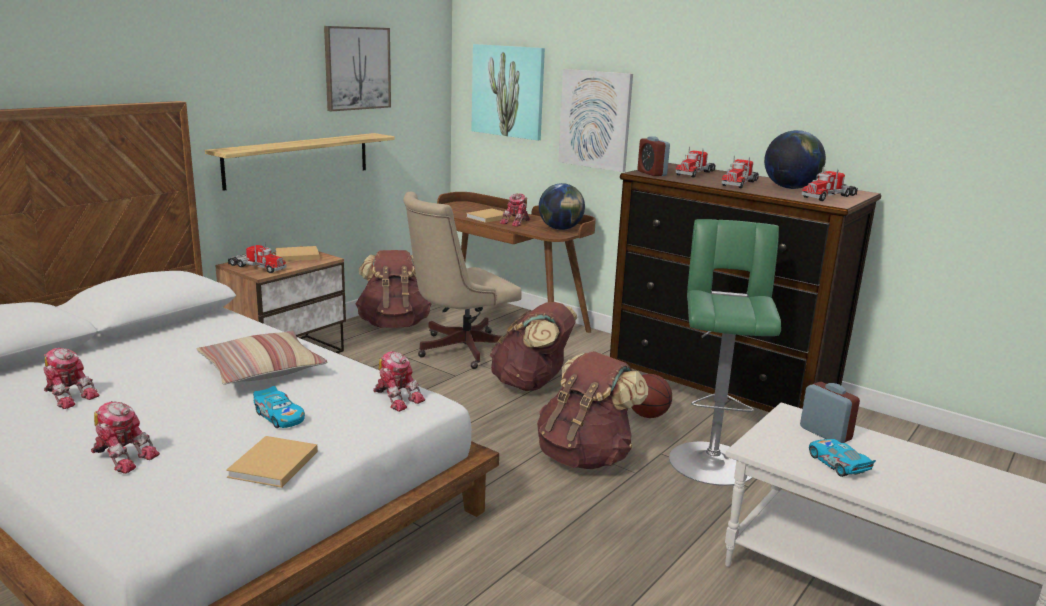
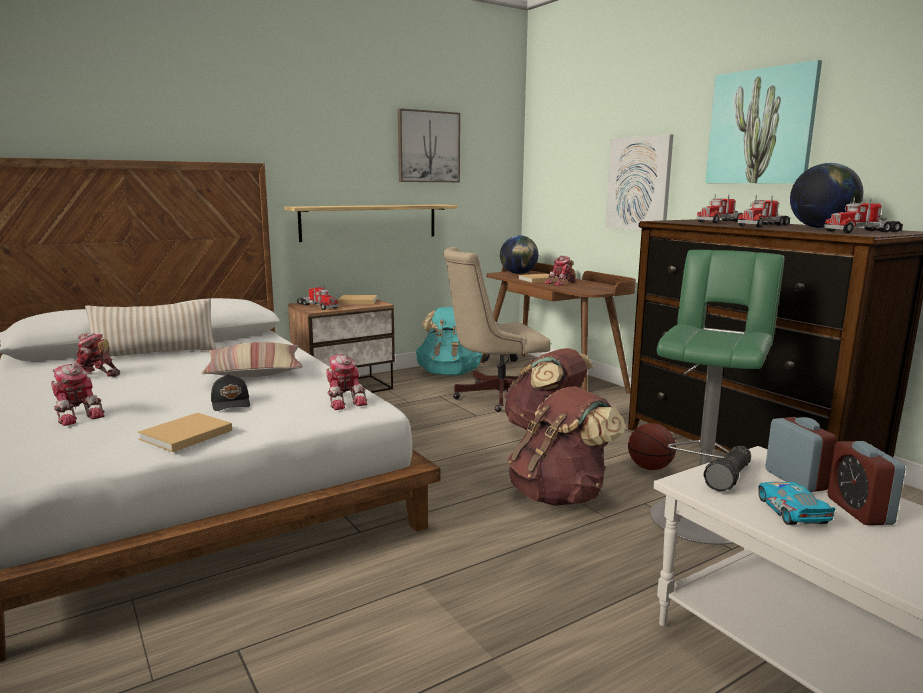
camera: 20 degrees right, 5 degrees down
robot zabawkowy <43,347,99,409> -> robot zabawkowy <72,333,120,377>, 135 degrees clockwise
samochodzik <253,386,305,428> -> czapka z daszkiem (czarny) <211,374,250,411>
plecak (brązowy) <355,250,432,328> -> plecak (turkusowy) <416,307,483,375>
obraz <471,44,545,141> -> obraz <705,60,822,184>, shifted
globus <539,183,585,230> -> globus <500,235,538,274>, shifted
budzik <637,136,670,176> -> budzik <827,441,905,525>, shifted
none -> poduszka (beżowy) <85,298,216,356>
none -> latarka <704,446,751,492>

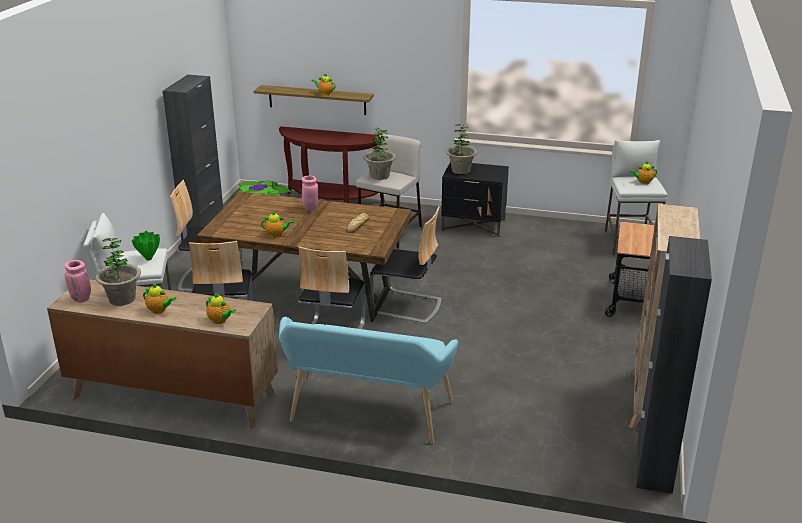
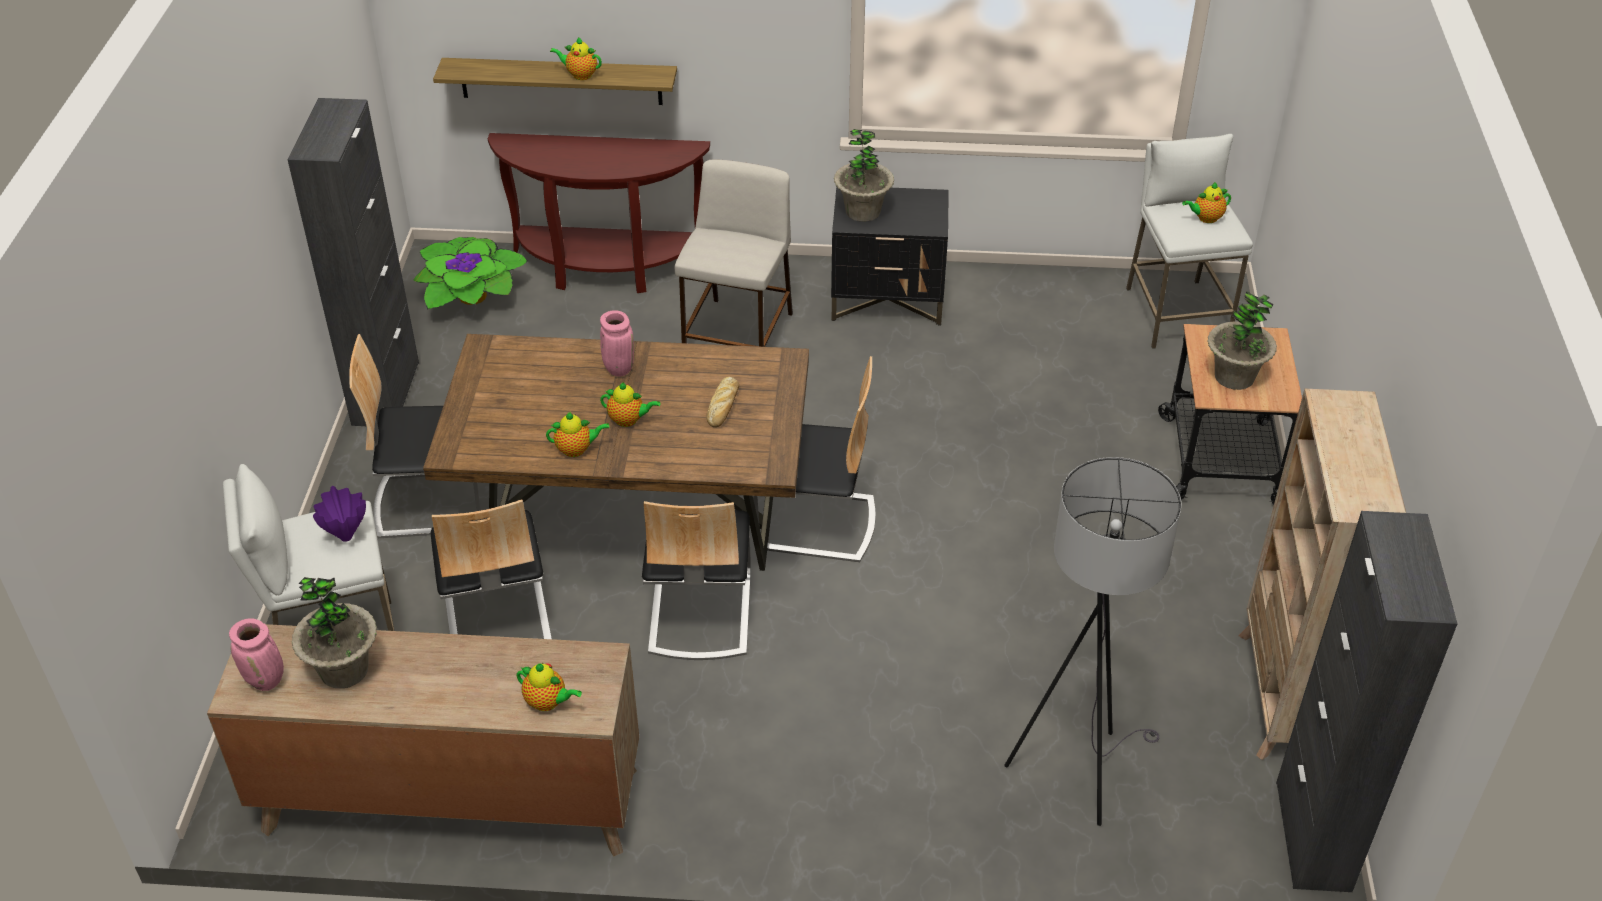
camera: 10 degrees left, 15 degrees up
wazon (zielony) <132,231,160,261> -> wazon (fioletowy) <313,486,366,542>
imbryk <143,283,177,314> -> imbryk <600,382,661,427>, shifted
ławka (turkusowy) <279,317,458,444> -> none
roślina doniczkowa <363,127,396,180> -> roślina doniczkowa <1207,291,1277,390>, shifted
none -> lampa stojąca (szary) <1004,457,1181,826>

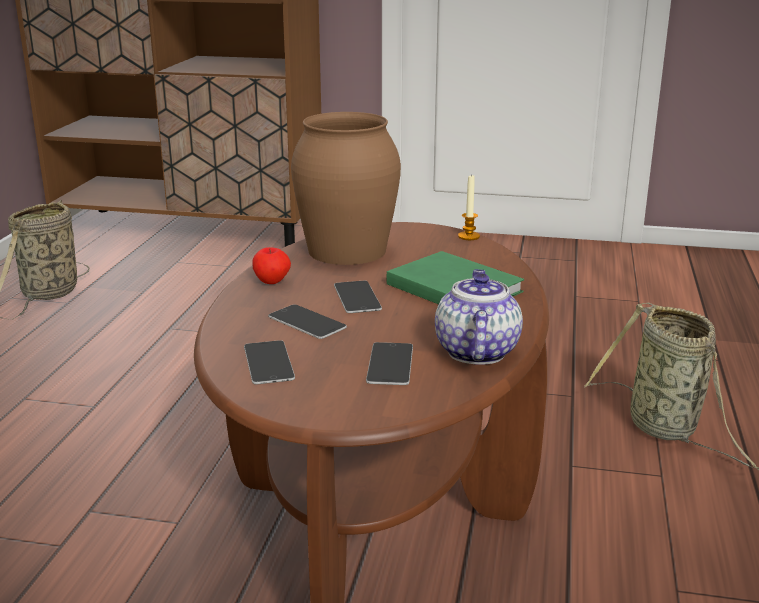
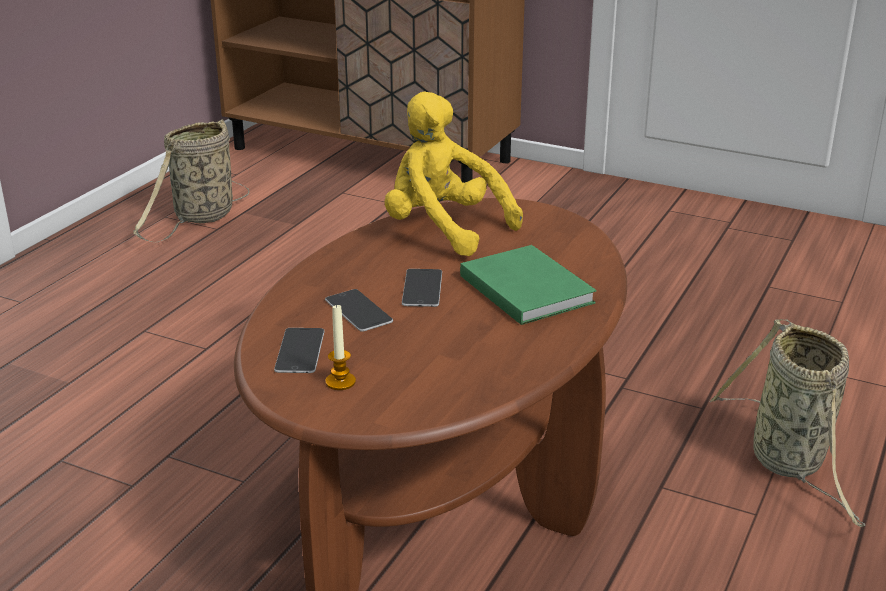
camera: 15 degrees right, 5 degrees up
jabłko <253,247,291,284> -> none
wazon (brązowy) <291,112,401,265> -> pluszak (żółty) <385,92,523,256>
telefon <366,342,413,385> -> none
imbryk <435,269,523,365> -> none
świeca <458,174,480,240> -> świeca <325,303,356,390>, shifted

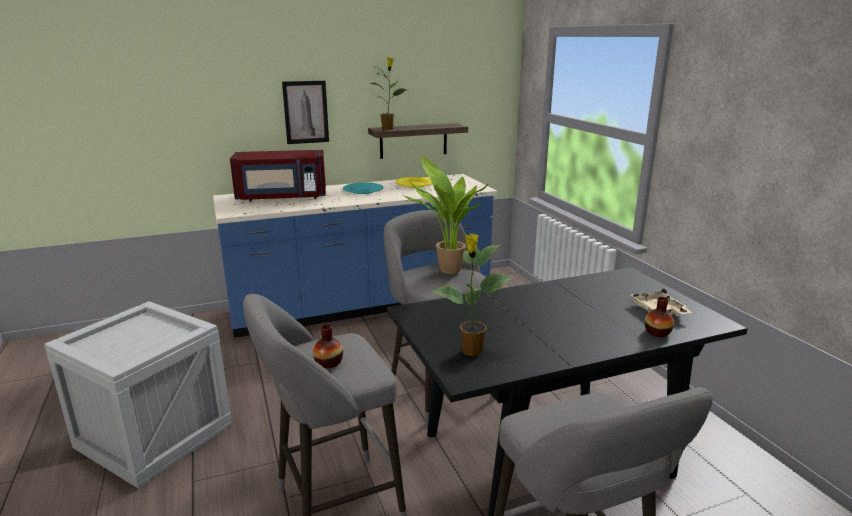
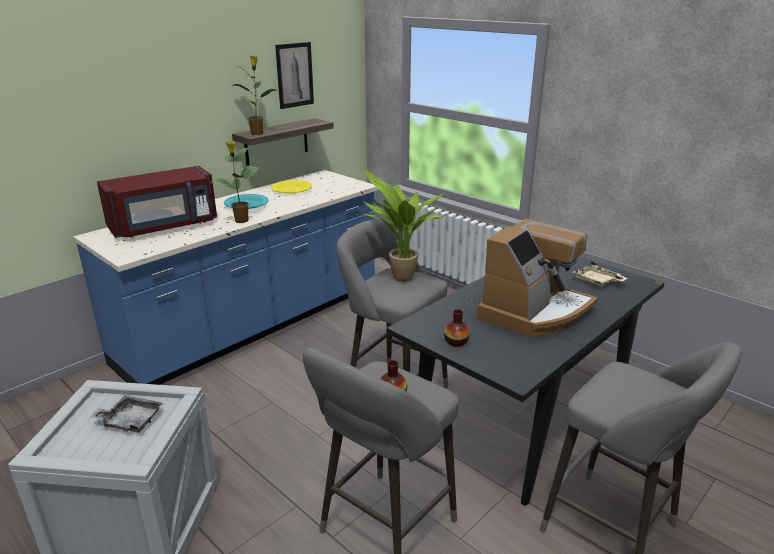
camera: 25 degrees left, 5 degrees up
obraz <282,81,329,144> -> obraz <275,42,314,109>, shifted
roślina doniczkowa <432,234,512,356> -> roślina doniczkowa <211,141,259,223>, shifted
wazon <645,297,674,337> -> wazon <444,309,470,347>, shifted
none -> taca (szary) <90,395,163,433>
none -> ekspres do kawy <477,219,598,337>

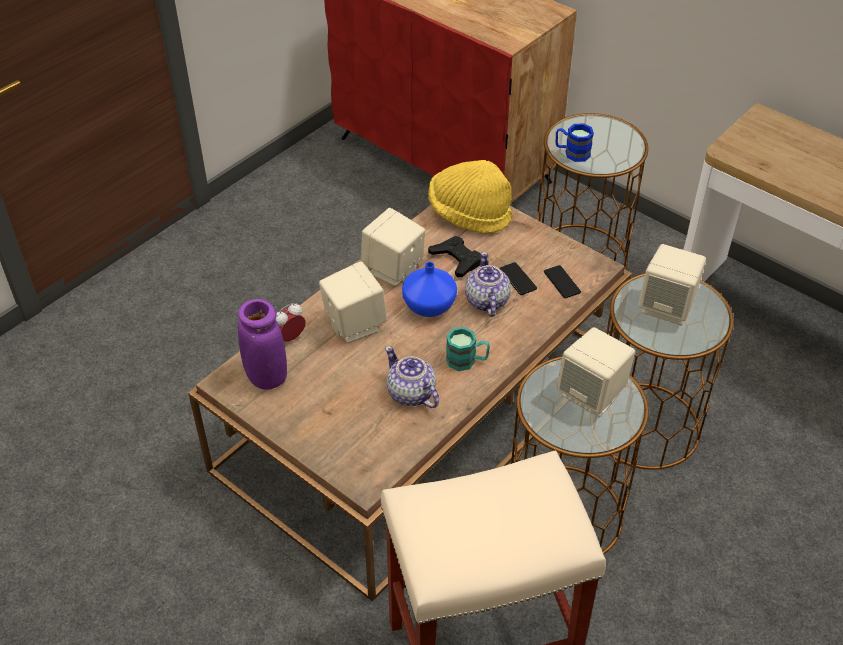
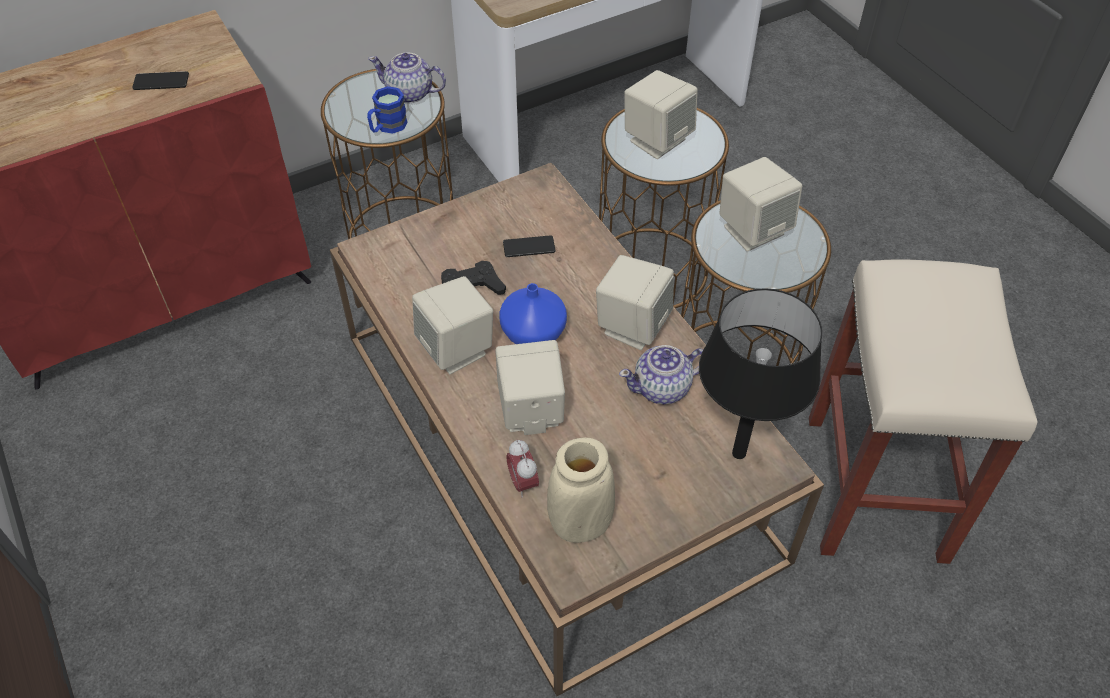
camera: 70 degrees left, 5 degrees up
wazon (fioletowy) <238,299,287,390> -> wazon (beżowy) <547,437,615,543>
kapelusz (żółty) <428,160,513,233> -> none
kubek (turkusowy) <446,327,490,371> -> głośnik (beżowy) <596,255,674,350>
imbryk <465,252,511,317> -> imbryk <368,52,446,103>, shifted
telefon <544,265,581,298> -> telefon <132,71,189,90>, shifted
none -> lampa stołowa (czarny) <699,288,822,459>

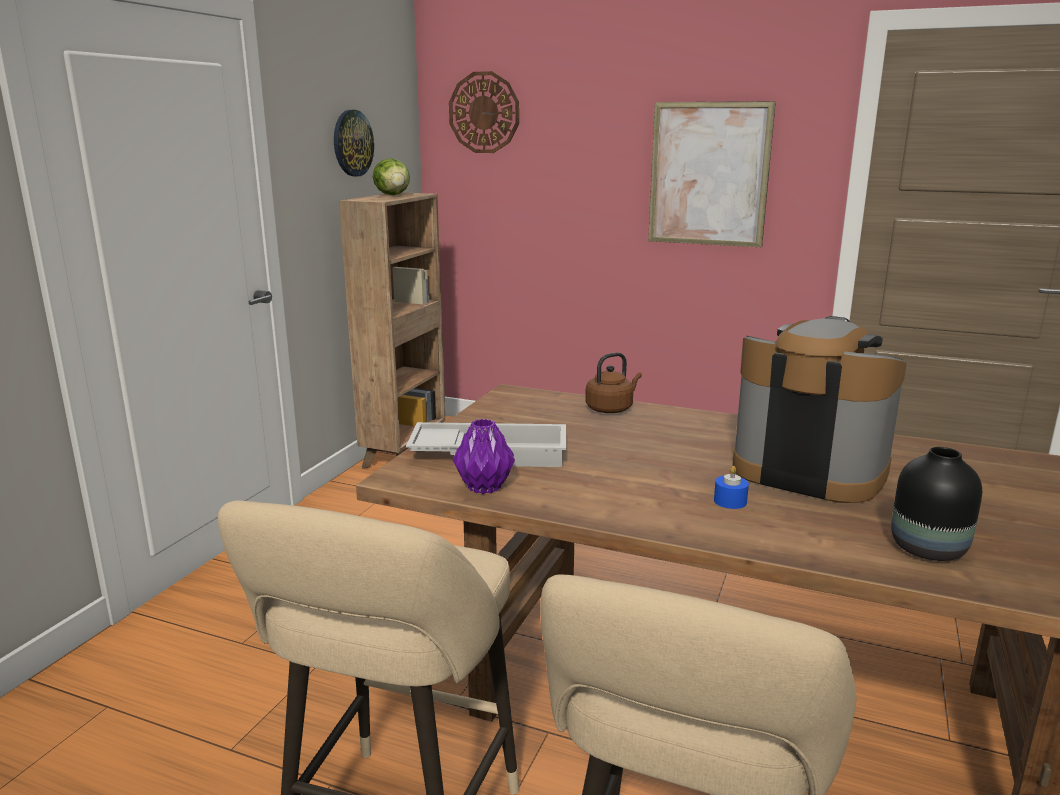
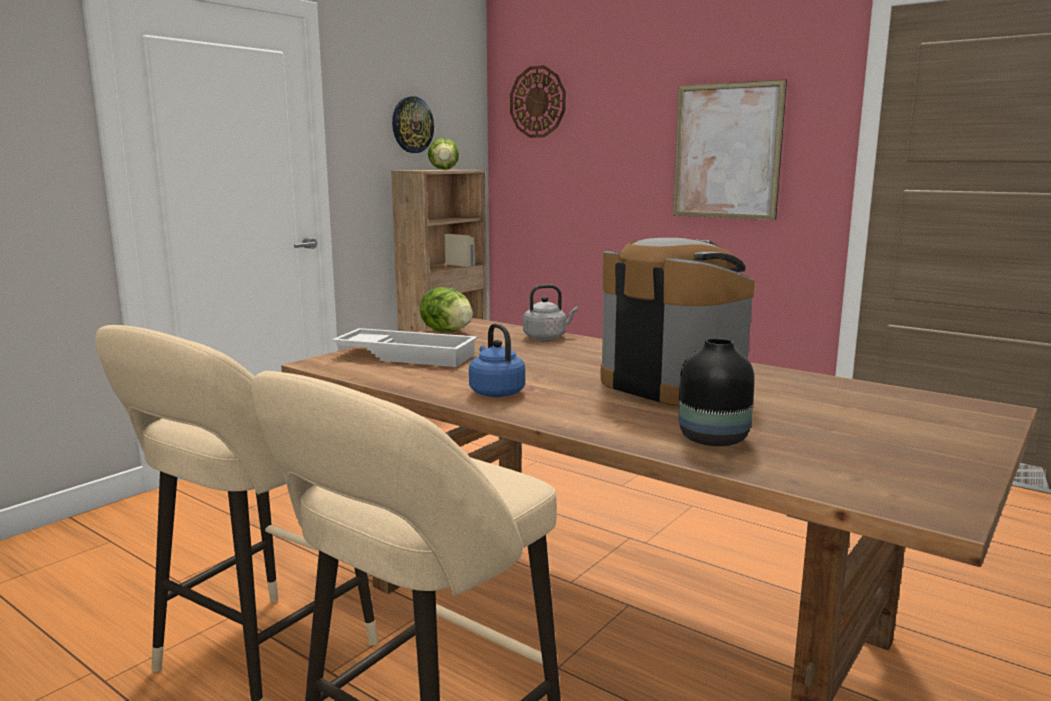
camera: 15 degrees right, 5 degrees down
wazon (fioletowy) <453,419,515,494> -> none
czajnik (brązowy) <585,352,642,413> -> czajnik (szary) <523,285,578,340>
świeca (niebieski) <714,466,749,509> -> none
none -> sałata <419,287,473,332>
none -> czajnik (niebieski) <469,323,525,397>

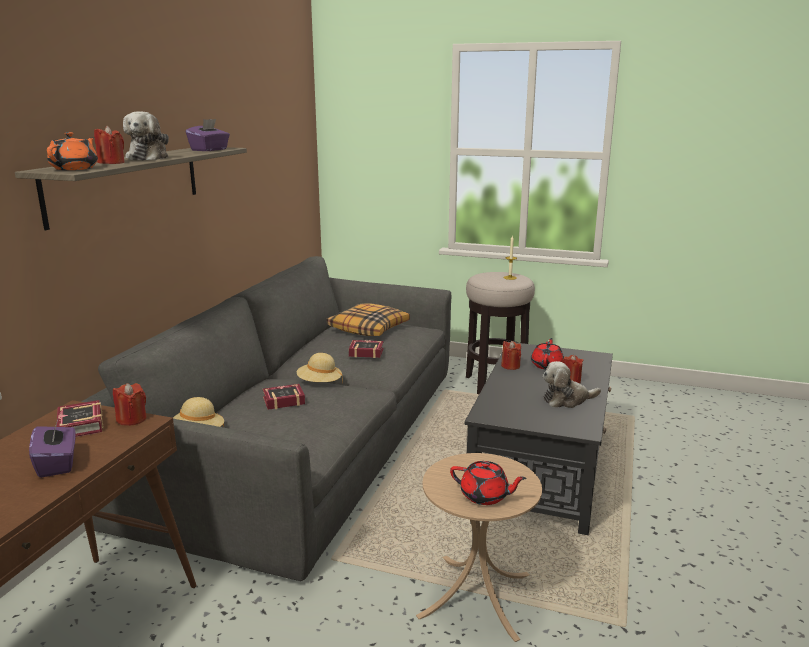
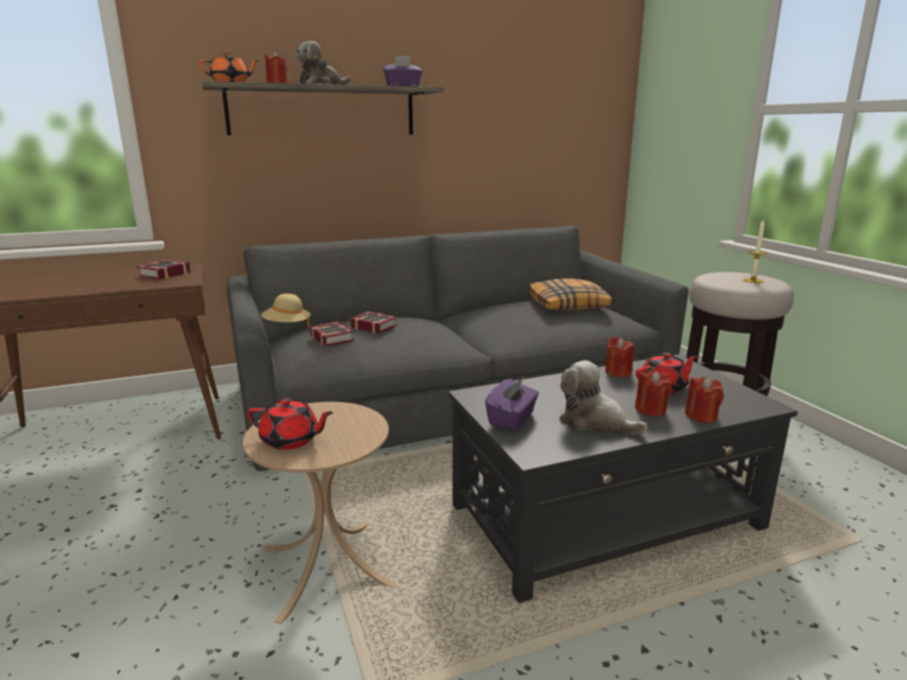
camera: 50 degrees right, 0 degrees up
pudełko chusteczek (fioletowy) <29,417,76,478> -> pudełko chusteczek (fioletowy) <485,376,539,431>, shifted
świeca (czerwony) <113,383,146,426> -> świeca (czerwony) <685,376,724,423>, shifted
kapelusz (beżowy) <297,353,343,384> -> none
książka <349,340,384,358> -> książka <310,322,354,347>, shifted
imbryk (czerwony) <450,461,527,505> -> imbryk (czerwony) <247,398,334,450>, 60 degrees counterclockwise

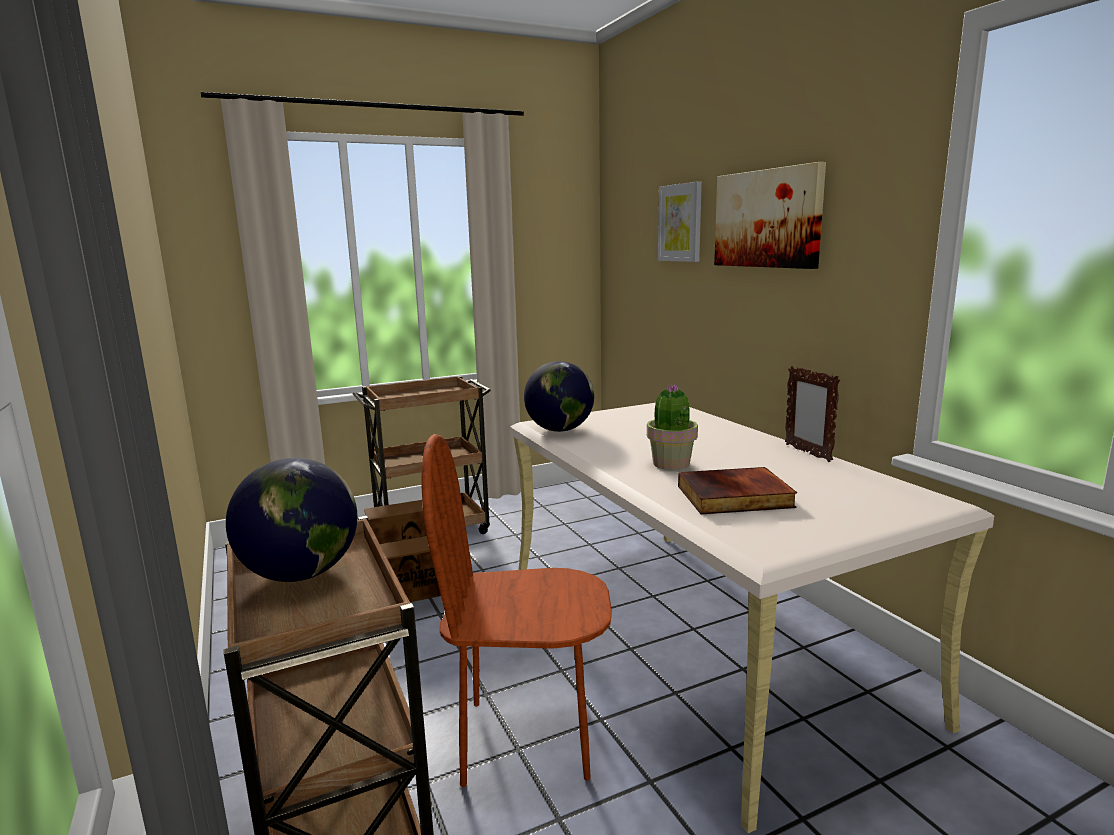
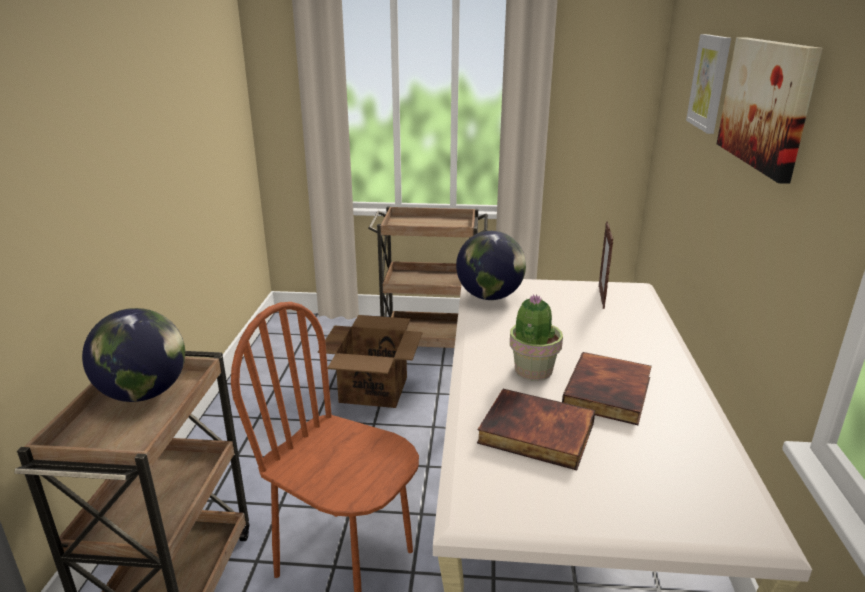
camera: 30 degrees right, 10 degrees up
ramka na zdjęcie <785,366,840,462> -> ramka na zdjęcie <599,221,614,309>, shifted
none -> książka <562,352,652,425>

